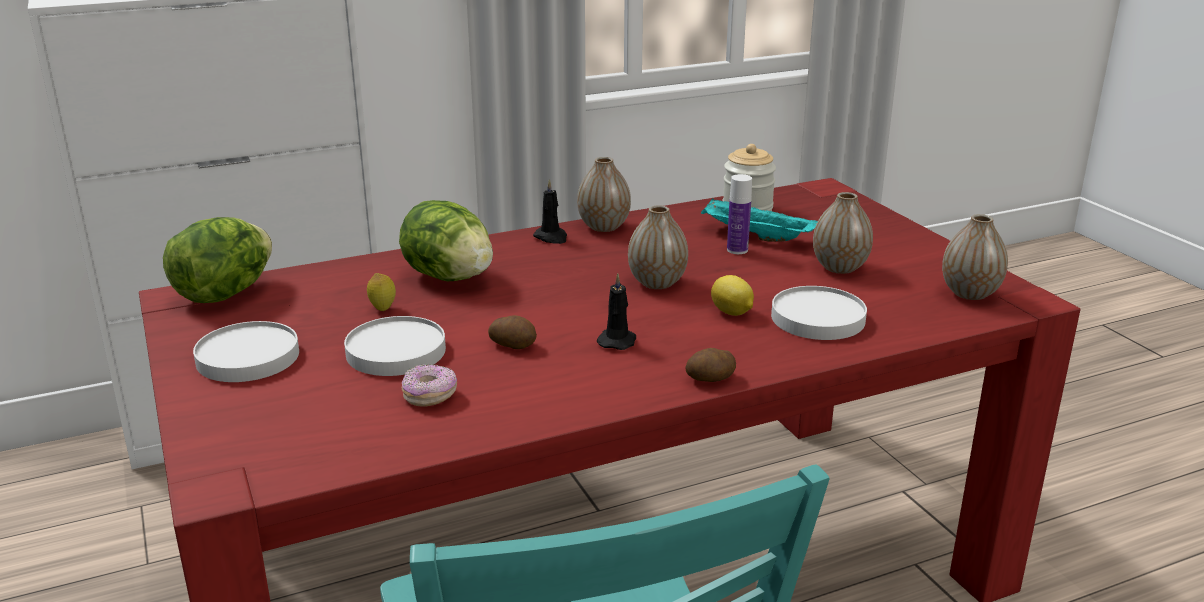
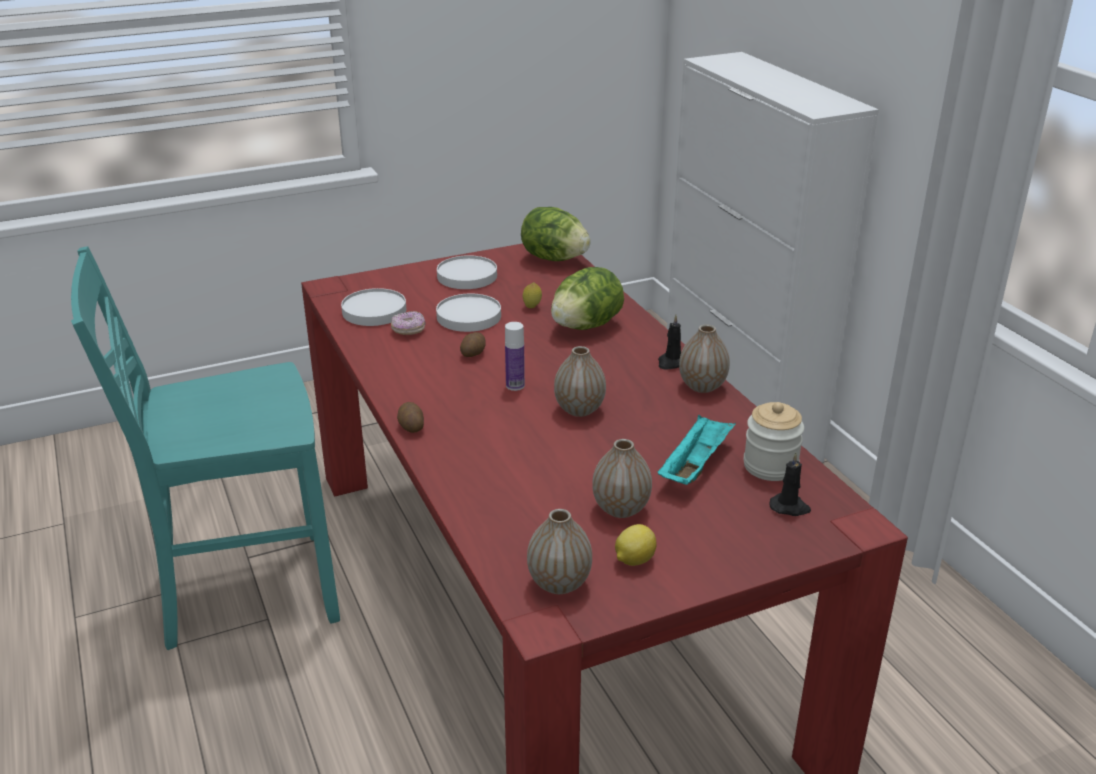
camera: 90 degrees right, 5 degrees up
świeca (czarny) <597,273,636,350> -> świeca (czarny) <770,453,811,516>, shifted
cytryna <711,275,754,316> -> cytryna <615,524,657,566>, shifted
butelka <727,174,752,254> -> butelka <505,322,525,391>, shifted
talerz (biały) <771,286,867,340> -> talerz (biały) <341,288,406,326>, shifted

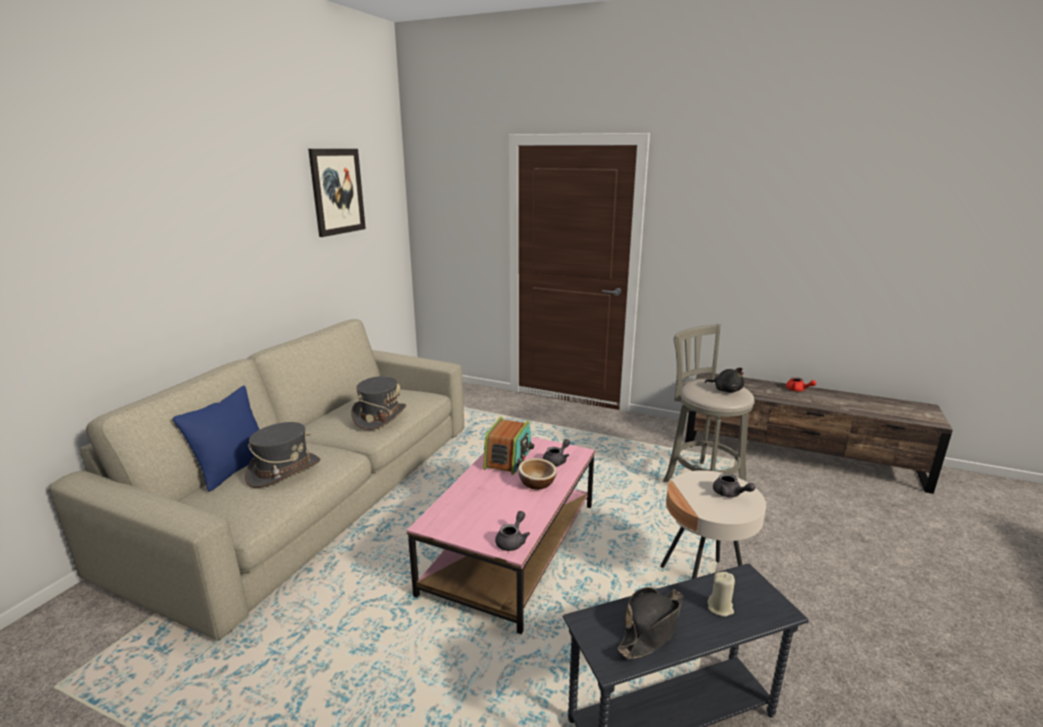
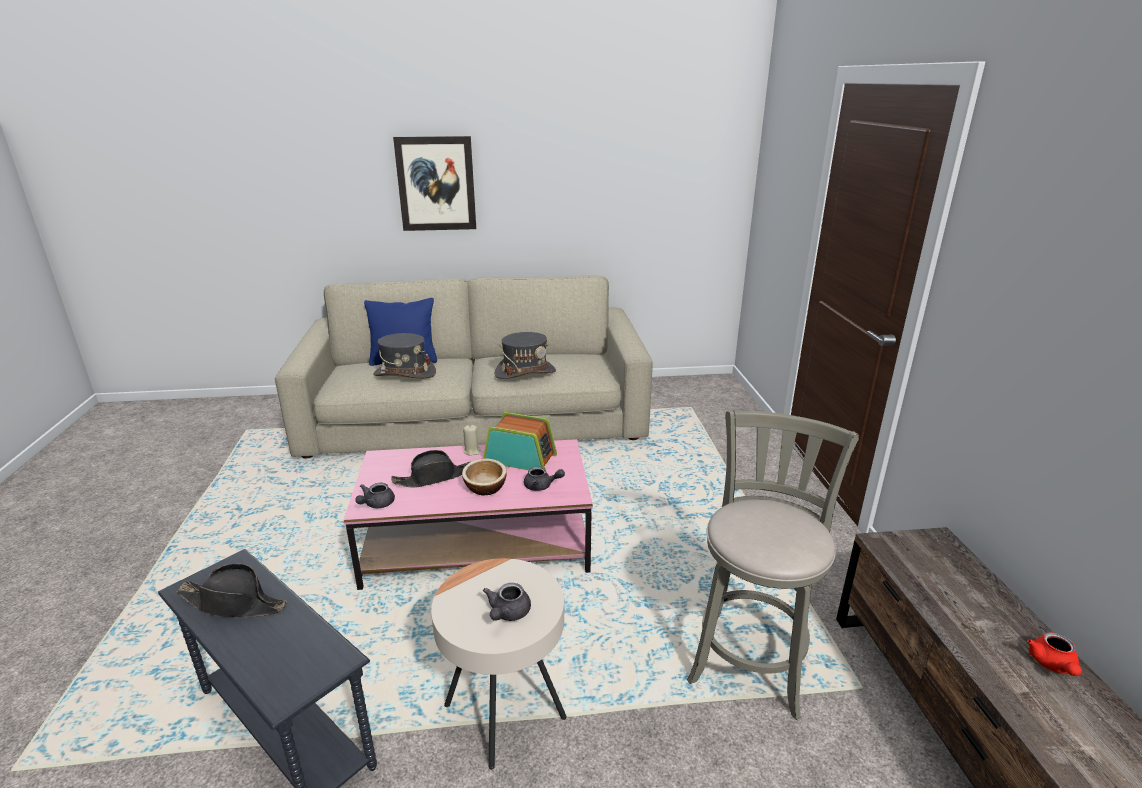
camera: 60 degrees right, 5 degrees up
obraz <308,149,366,237> -> obraz <393,136,476,231>, shifted
radio <483,417,534,475> -> radio <483,412,557,470>, 150 degrees counterclockwise
imbryk (szary) <495,511,530,551> -> imbryk (szary) <355,483,395,508>, 120 degrees clockwise
pluszak (czarny) <705,368,744,392> -> none
świeca (beżowy) <708,572,735,616> -> świeca (beżowy) <463,425,481,456>, shifted
none -> kapelusz (czarny) <391,450,470,488>

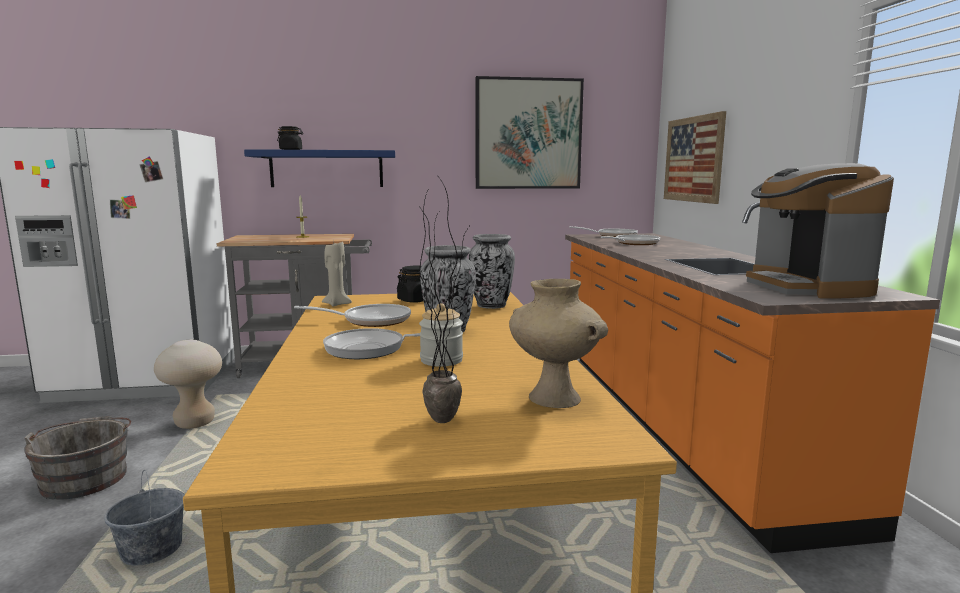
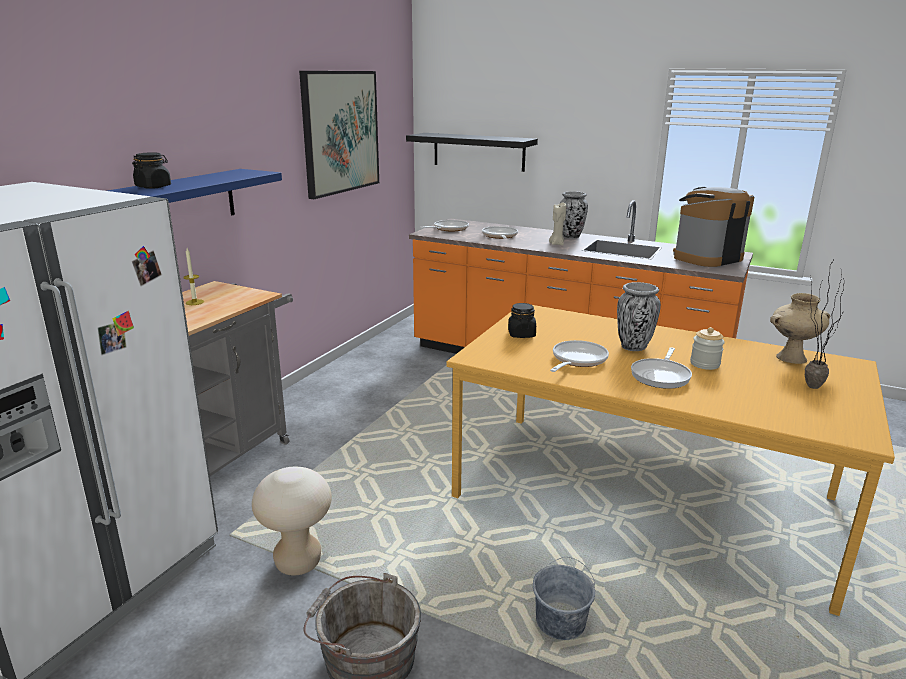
camera: 55 degrees left, 10 degrees up
świeca (beżowy) <322,242,352,306> -> świeca (beżowy) <549,203,566,245>, shifted
wazon <469,234,515,309> -> wazon <560,191,588,239>, shifted
obraz <664,111,726,204> -> półka (czarny) <406,133,538,172>
ekspres do kawy <746,163,894,299> -> ekspres do kawy <673,187,755,267>, 120 degrees clockwise

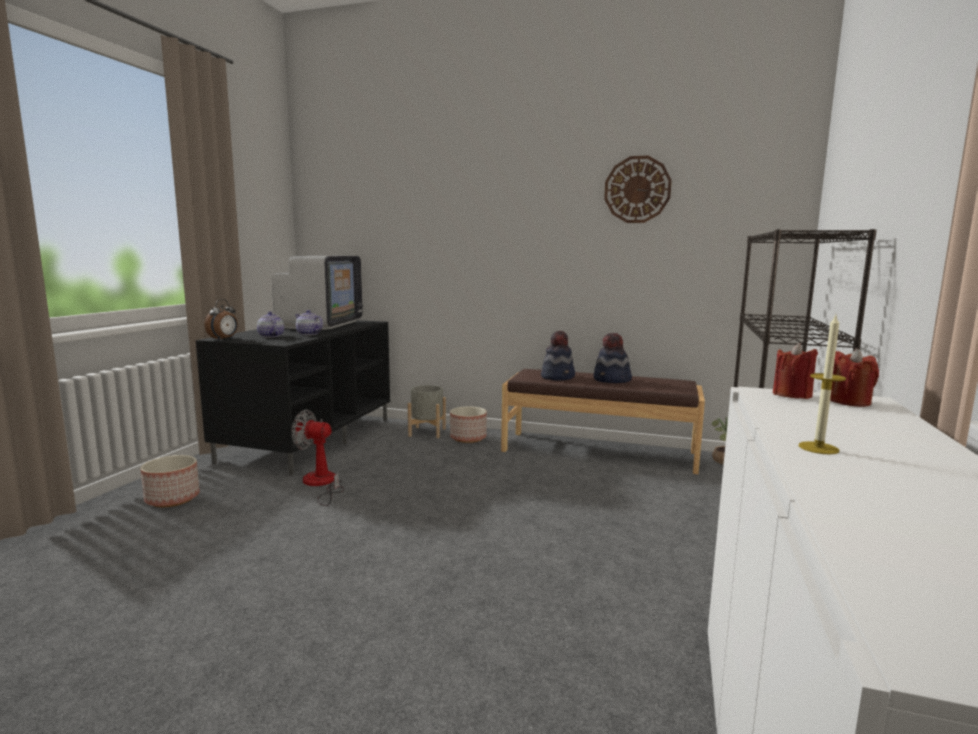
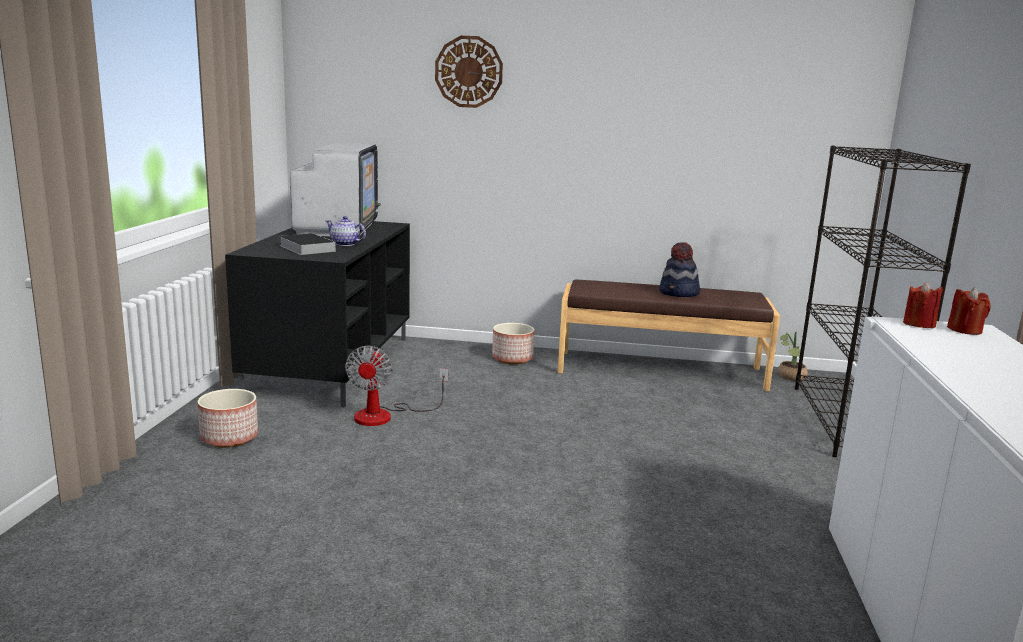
camera: 10 degrees left, 5 degrees up
budzik <205,299,238,340> -> none
imbryk <257,311,284,338> -> książka <279,233,336,255>
wentylator <291,410,344,506> -> wentylator <345,345,448,426>, 90 degrees counterclockwise
donica (szary) <408,385,446,438> -> none
kapelusz <541,331,575,380> -> none
zegar ścienny <604,156,672,223> -> zegar ścienny <435,36,503,108>, shifted
świeca <799,315,846,454> -> none

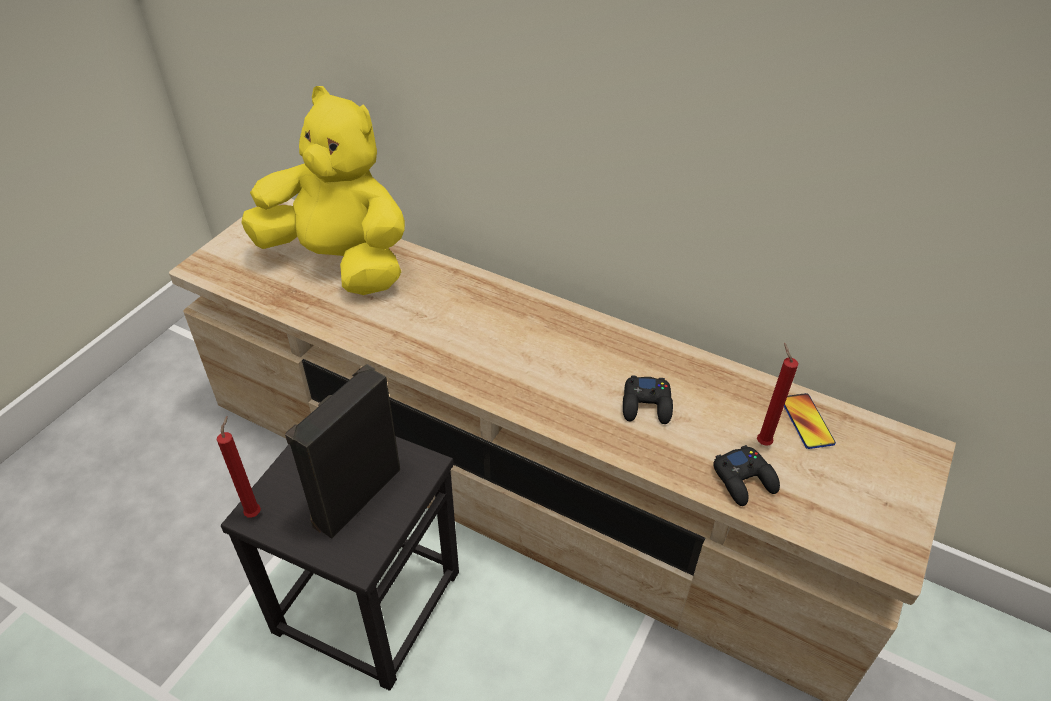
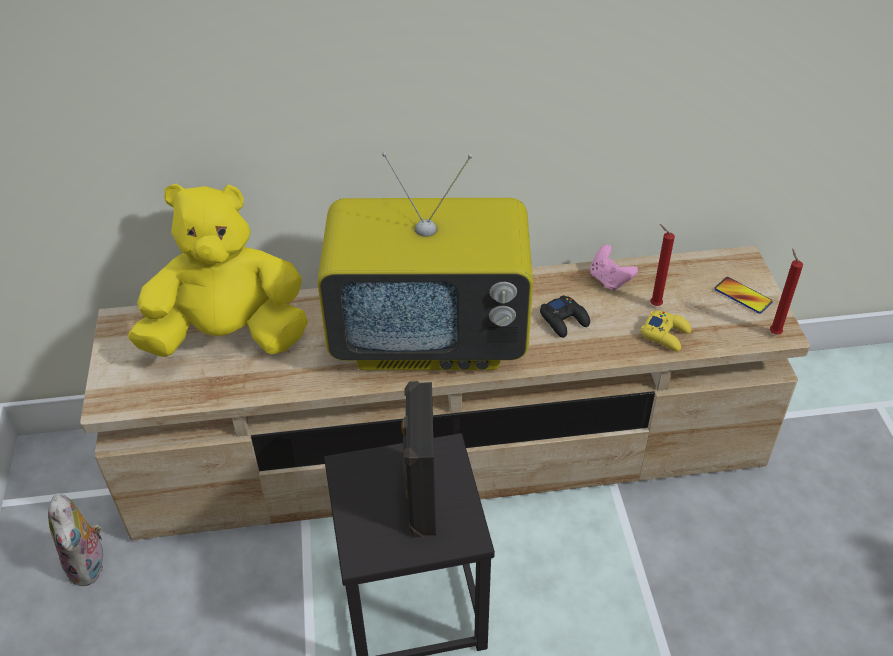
camera: 35 degrees left, 0 degrees up
świeca (czerwony) <216,416,261,517> -> świeca (czerwony) <770,248,803,335>, shifted
pad do gier (czarny) <714,445,780,506> -> pad do gier (żółty) <641,311,691,352>
telefon <784,393,836,449> -> telefon <714,277,773,314>, shifted
none -> pluszak <48,493,103,586>
none -> telewizor <317,152,533,370>
none -> pad do gier (różowy) <590,244,638,291>

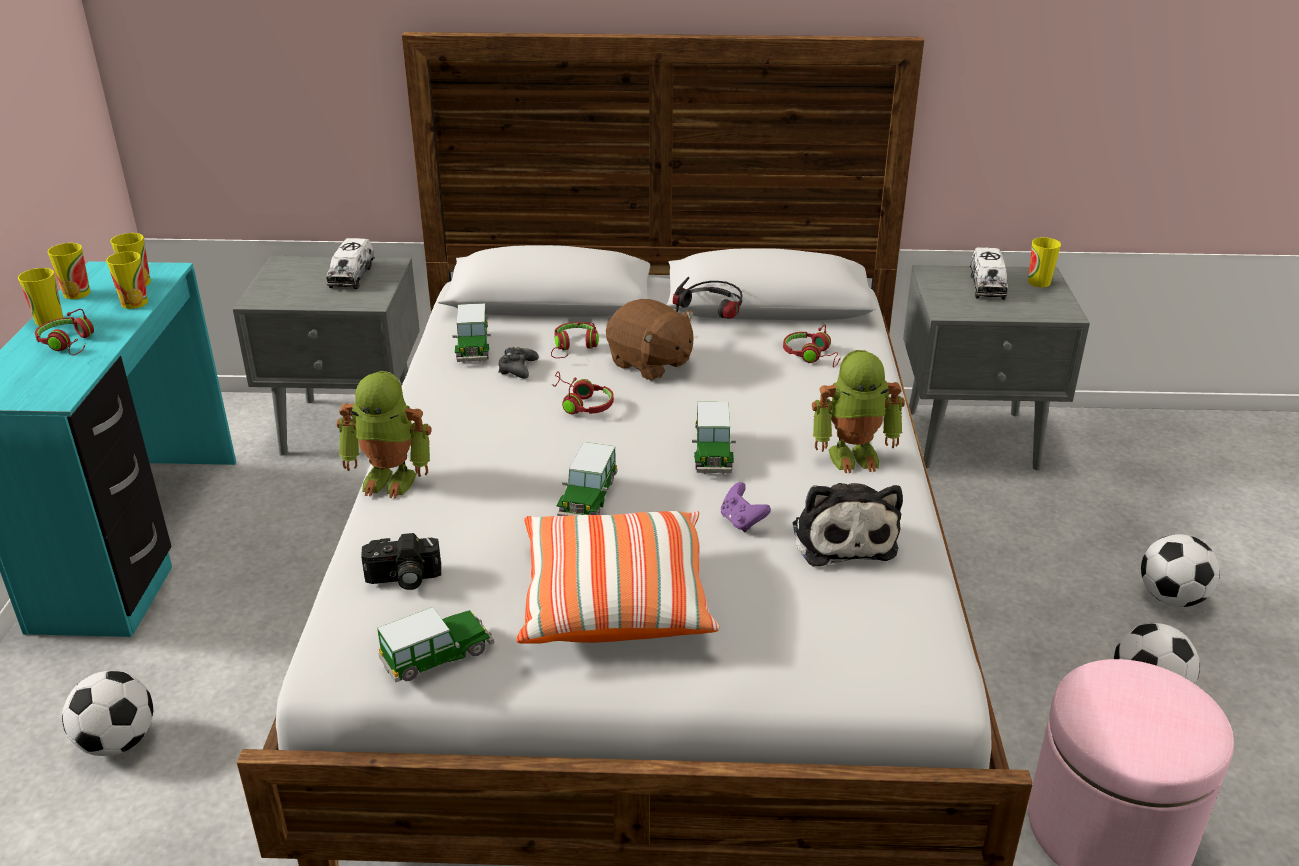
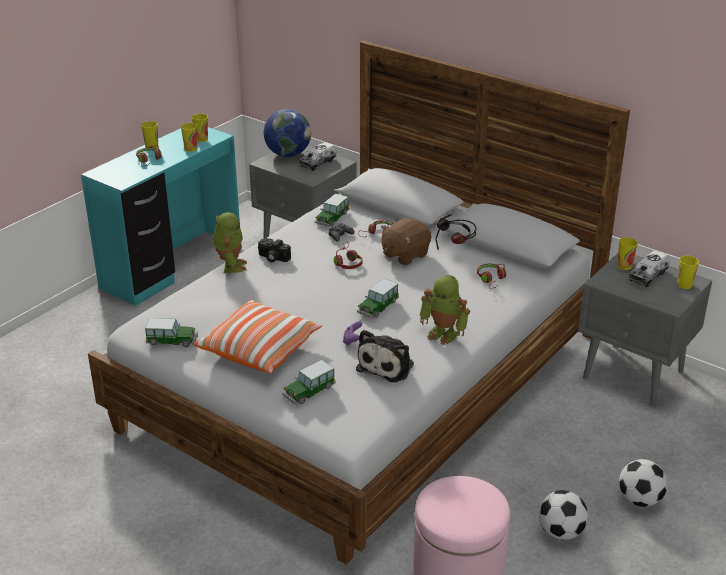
camera: 35 degrees right, 0 degrees up
filiżanka <48,243,90,299> -> filiżanka <617,237,638,270>, shifted
piłka futbolowa <62,671,153,756> -> none
robot zabawkowy <337,371,432,499> -> robot zabawkowy <213,212,247,273>, 135 degrees counterclockwise
aparat fotograficzny <361,533,441,590> -> aparat fotograficzny <258,238,291,262>, shifted
samochodzik <556,442,617,516> -> samochodzik <282,360,336,404>, shifted
pluszak (brązowy) <606,299,694,381> -> pluszak (brązowy) <381,218,431,265>, 60 degrees clockwise
none -> globus <264,109,311,157>

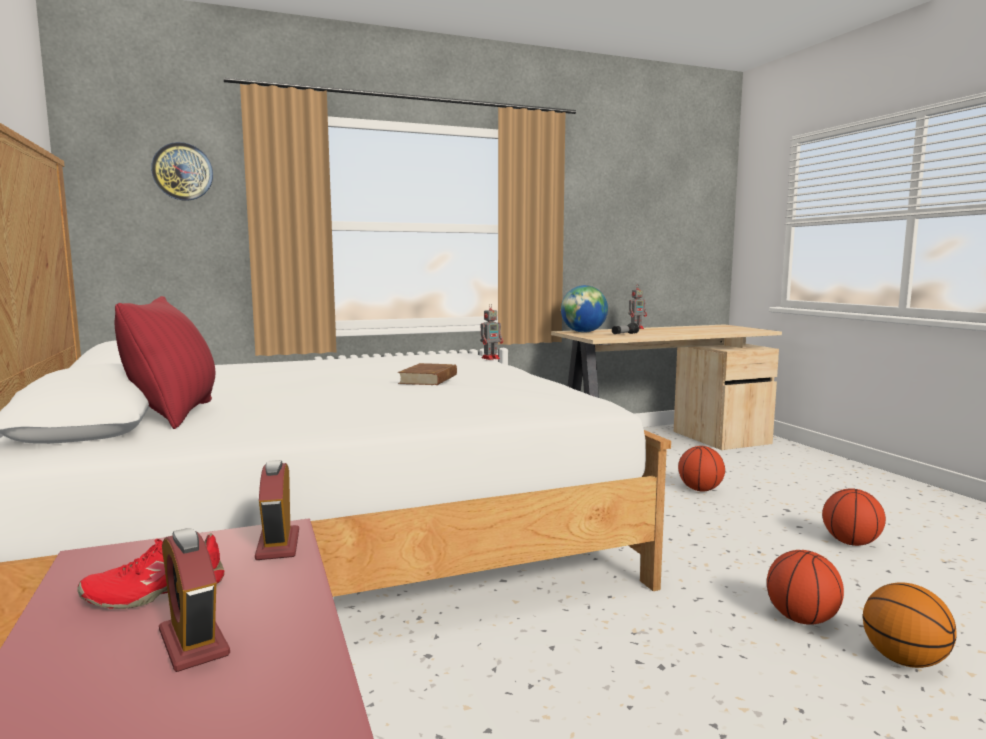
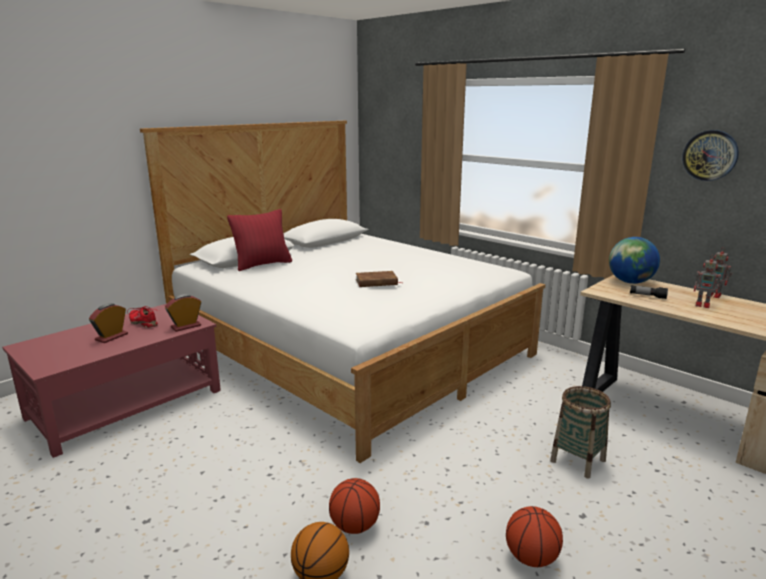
camera: 65 degrees right, 10 degrees up
zegar ścienny <151,142,213,201> -> zegar ścienny <682,130,739,181>, shifted
robot zabawkowy <480,303,503,360> -> robot zabawkowy <694,255,722,308>, shifted
piłka do koszykówki <678,446,725,491> -> koszyk <550,386,611,479>

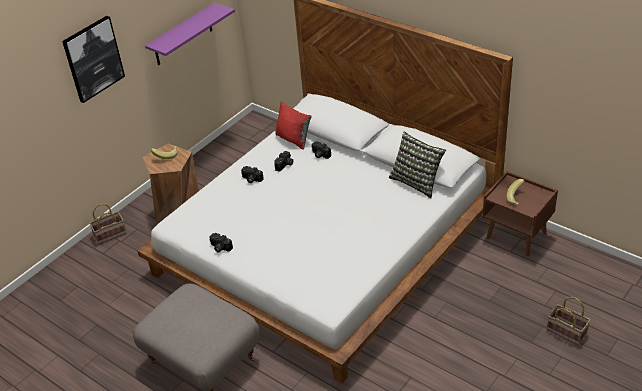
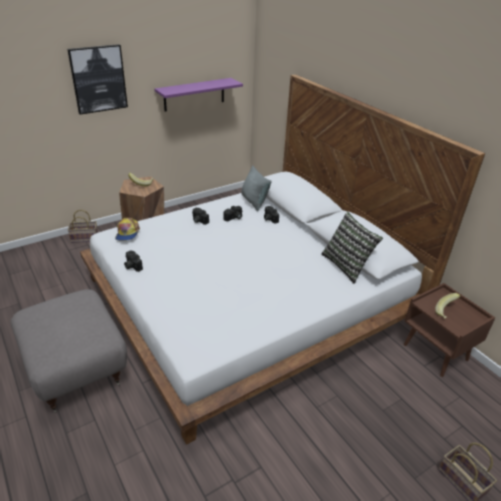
camera: 15 degrees right, 5 degrees down
poduszka (czerwony) <275,102,312,150> -> poduszka (szary) <241,165,272,211>
none -> czapka z daszkiem <115,218,140,241>

